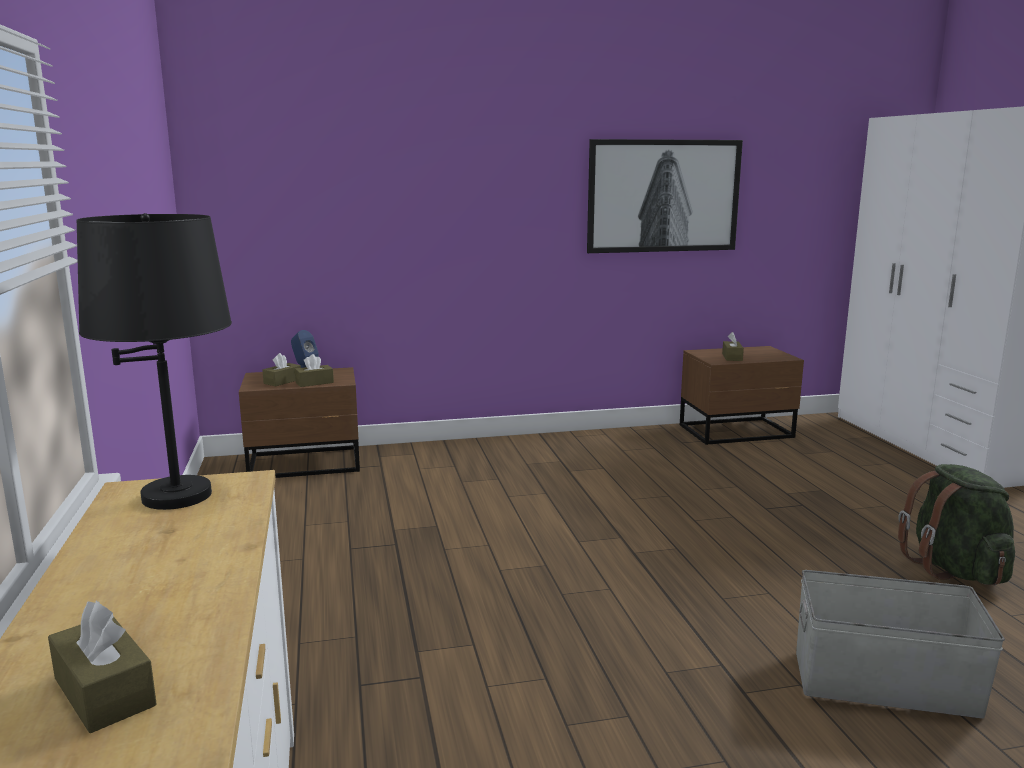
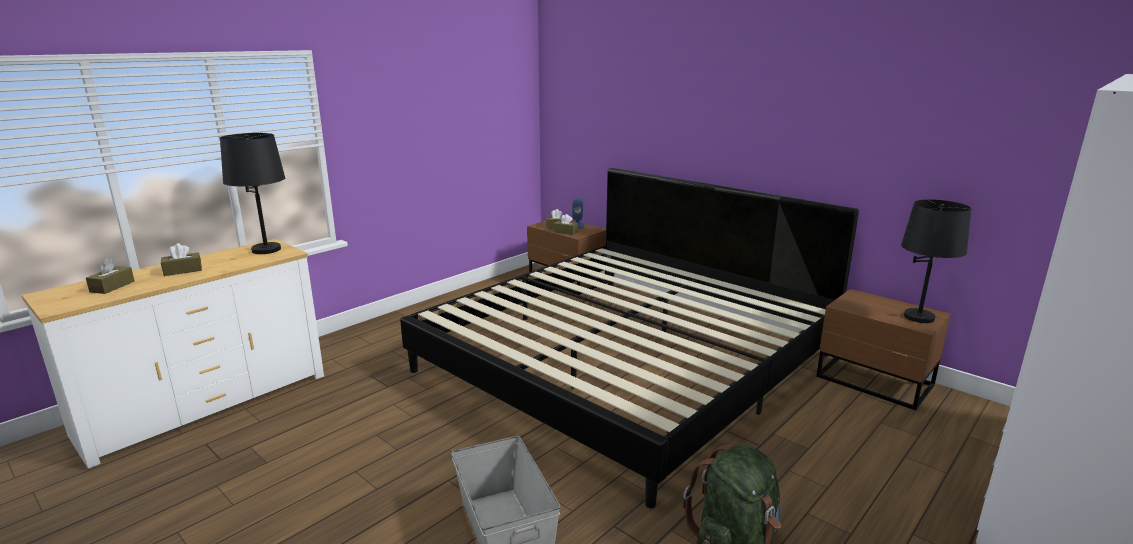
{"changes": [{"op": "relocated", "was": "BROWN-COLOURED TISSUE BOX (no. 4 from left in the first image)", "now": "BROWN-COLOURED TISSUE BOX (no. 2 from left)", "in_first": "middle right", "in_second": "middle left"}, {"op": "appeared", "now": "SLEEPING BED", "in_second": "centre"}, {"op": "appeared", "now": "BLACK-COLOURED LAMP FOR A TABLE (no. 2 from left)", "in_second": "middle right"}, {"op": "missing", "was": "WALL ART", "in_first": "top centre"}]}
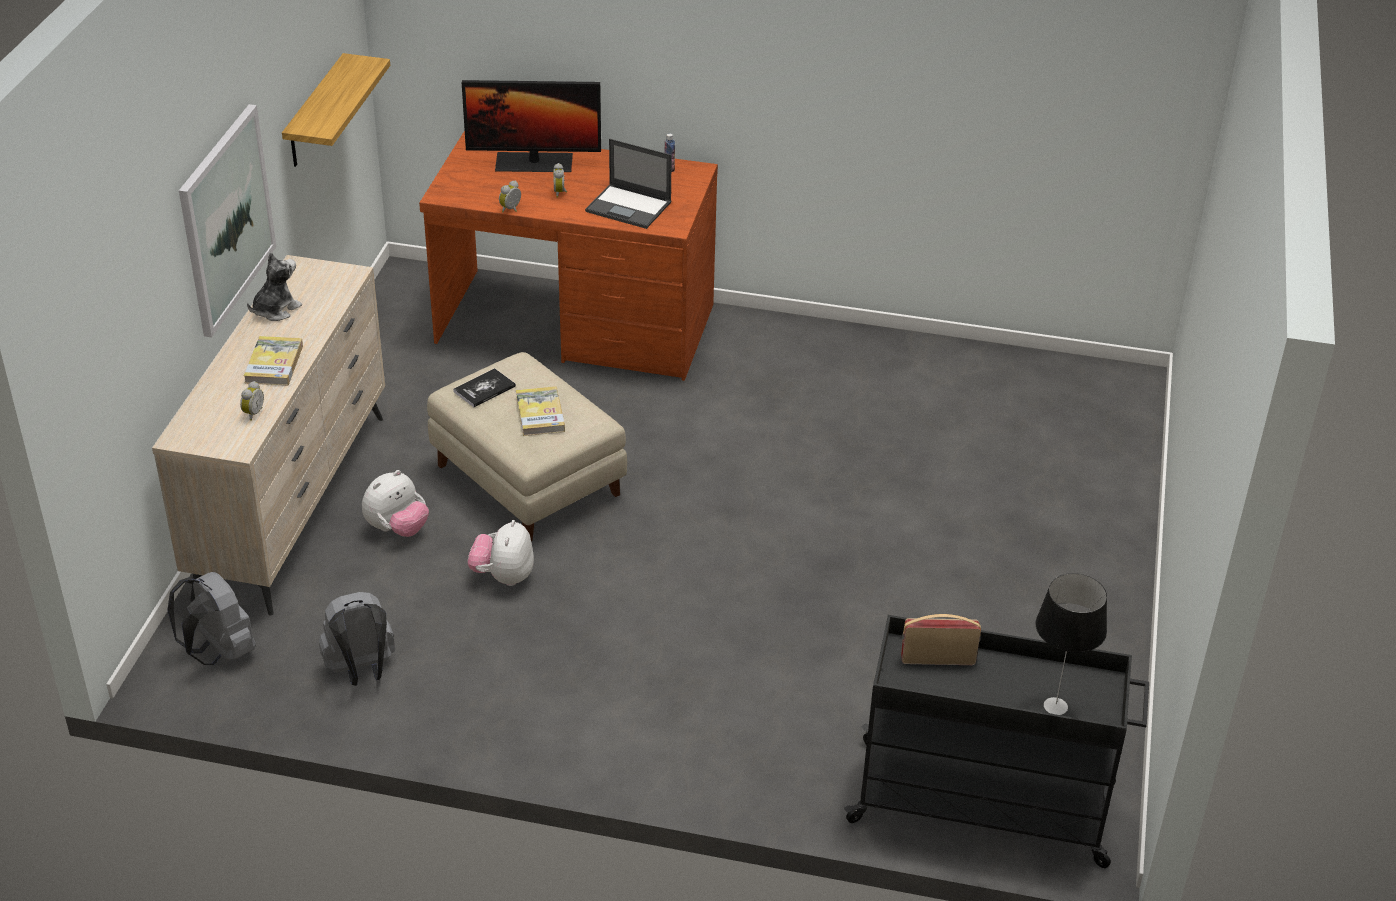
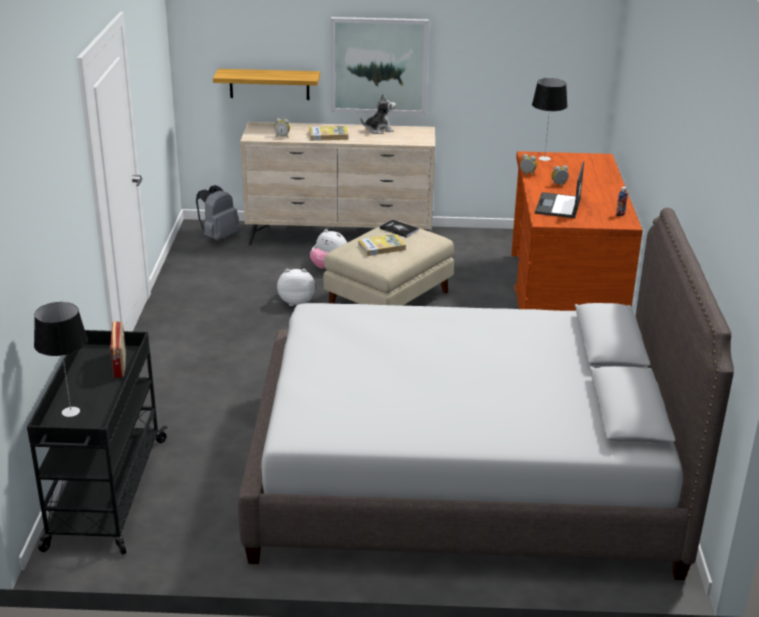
{"changes": [{"op": "relocated", "was": "SHELF", "in_first": "top left", "in_second": "top centre"}, {"op": "appeared", "now": "GREYISH SLEEPING BED", "in_second": "centre"}, {"op": "spun", "was": "PLUSH TOY (no. 1 from left in the first image)", "in_first": "top left", "in_second": "top centre", "clockwise": -45}, {"op": "appeared", "now": "LAMP FOR A TABLE (no. 2 from left)", "in_second": "top right"}, {"op": "missing", "was": "GREYISH RUCKSACK (no. 2 from left)", "in_first": "bottom left"}, {"op": "missing", "was": "COMPUTER DISPLAY", "in_first": "top centre"}]}
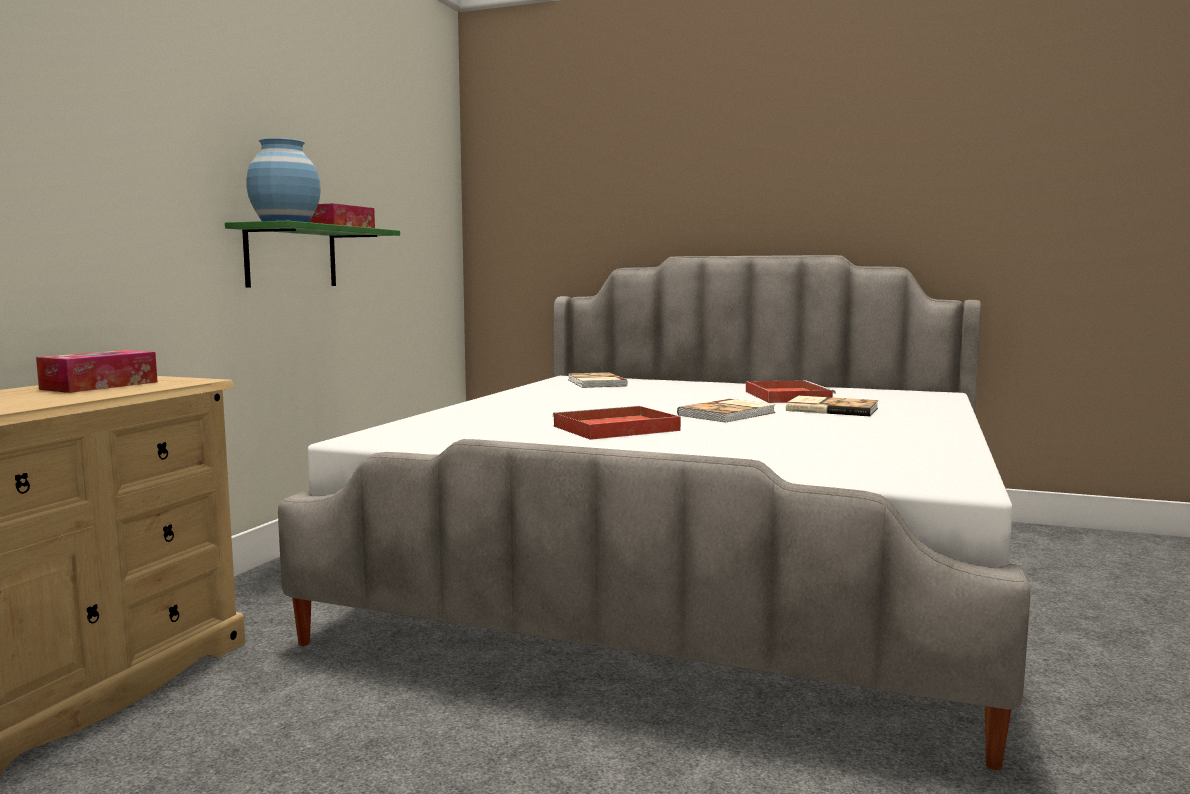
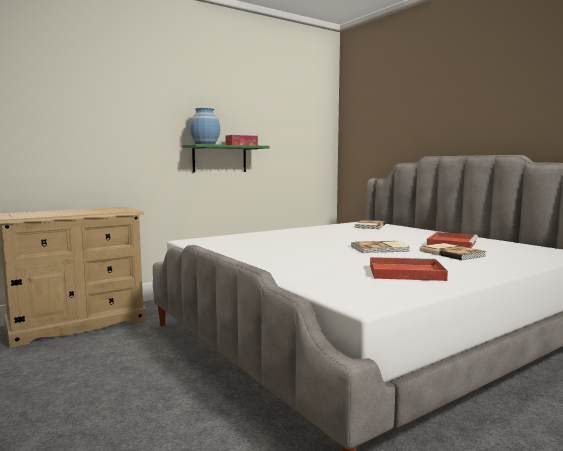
{"changes": [{"op": "relocated", "was": "REDDISH CARRYING TRAY (no. 1 from left)", "in_first": "centre", "in_second": "middle right"}, {"op": "missing", "was": "TISSUE BOX (no. 1 from left)", "in_first": "middle left"}]}
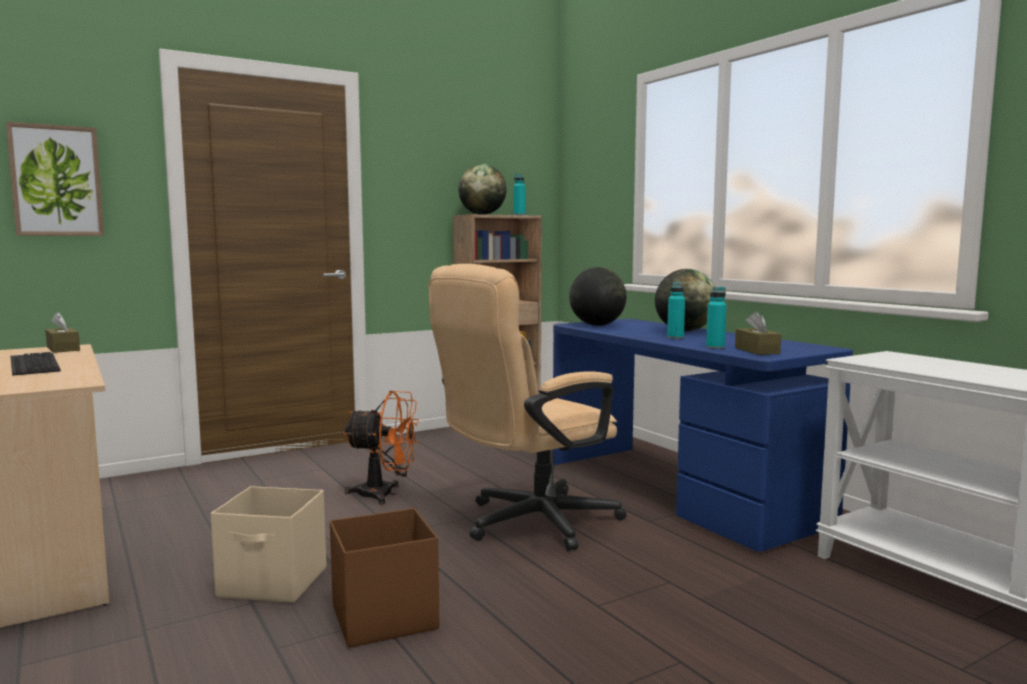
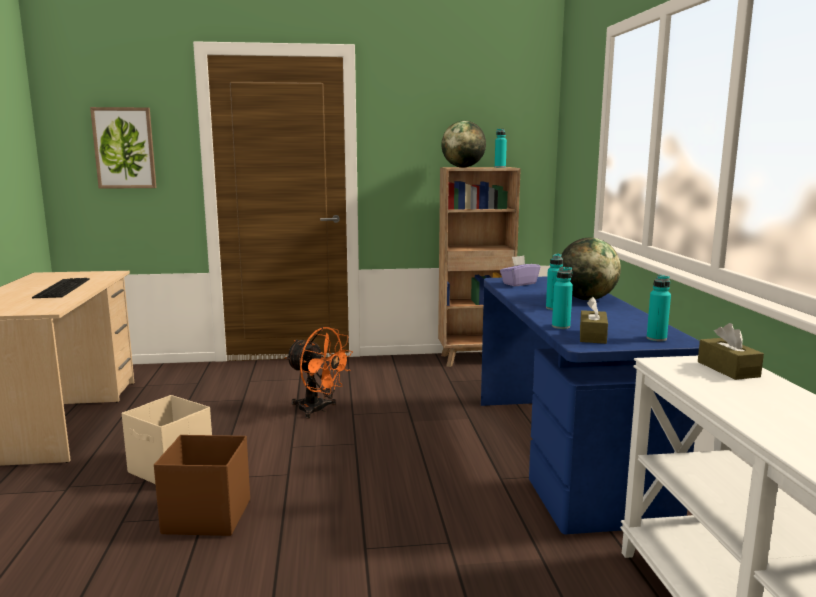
{"changes": [{"op": "exchanged", "was": "WORLD GLOBE (no. 2 from left)", "now": "PURPLE-COLOURED TISSUE BOX", "in_first": "centre", "in_second": "centre"}, {"op": "appeared", "now": "TURQUOISE-COLOURED BOTTLE (no. 4 from left)", "in_second": "middle right"}, {"op": "relocated", "was": "BROWN-COLOURED TISSUE BOX (no. 1 from left in the first image)", "now": "BROWN-COLOURED TISSUE BOX (no. 2 from left)", "in_first": "middle left", "in_second": "middle right"}, {"op": "missing", "was": "BEIGE DESK CHAIR", "in_first": "centre"}]}
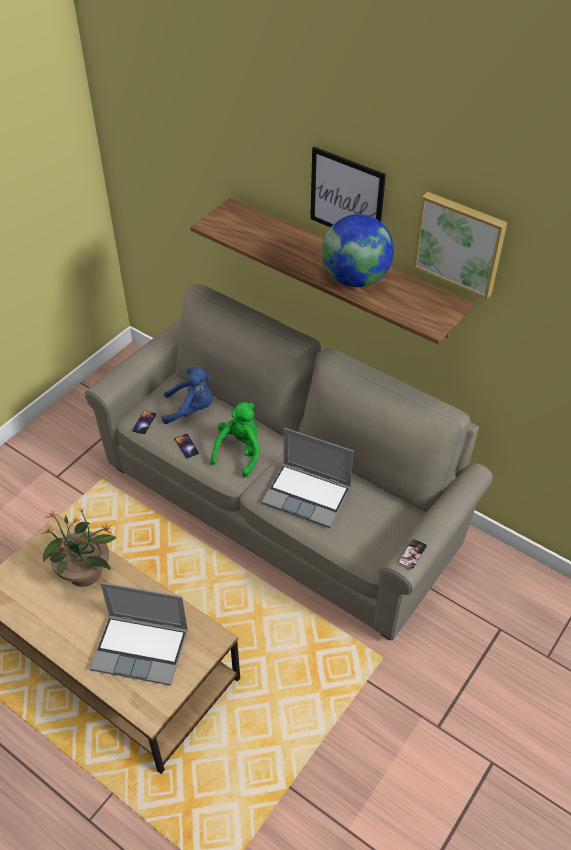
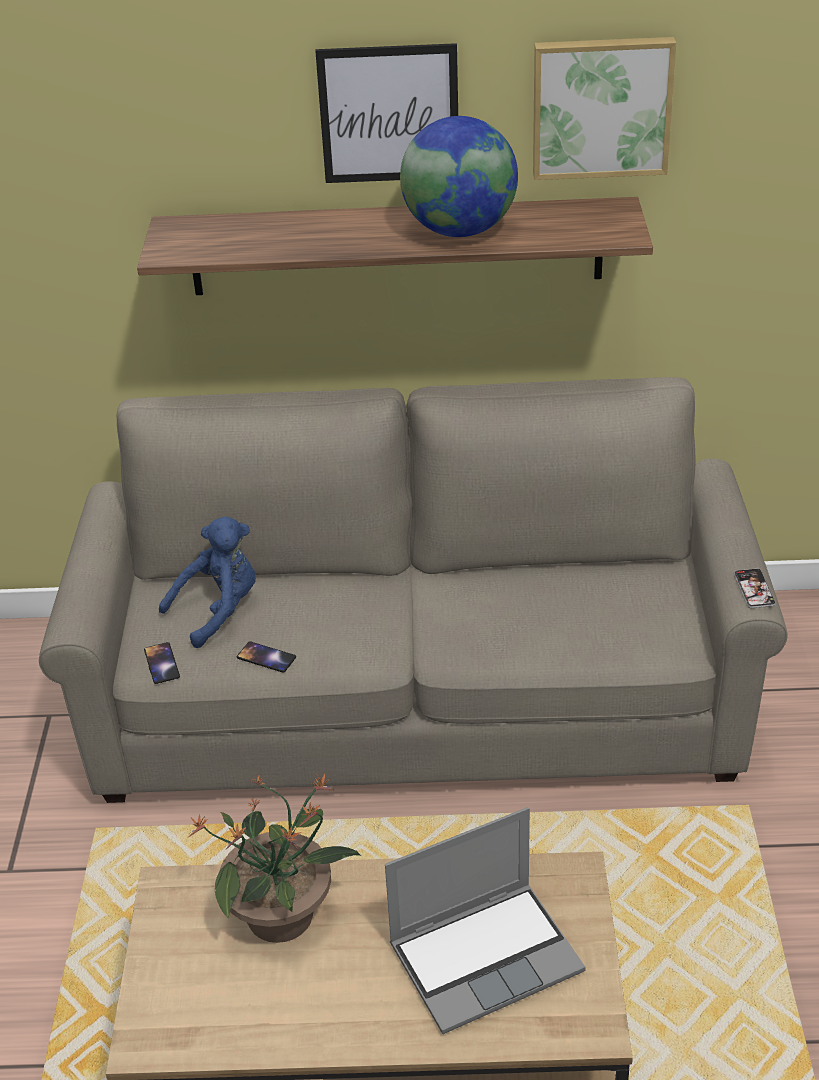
{"changes": [{"op": "missing", "was": "GREENISH PLUSH TOY", "in_first": "centre"}, {"op": "missing", "was": "NOTEBOOK COMPUTER (no. 2 from left)", "in_first": "centre"}]}
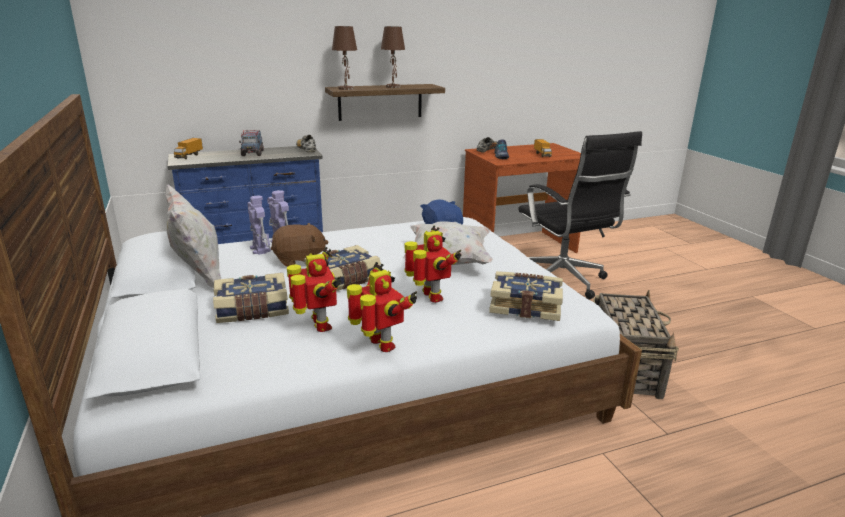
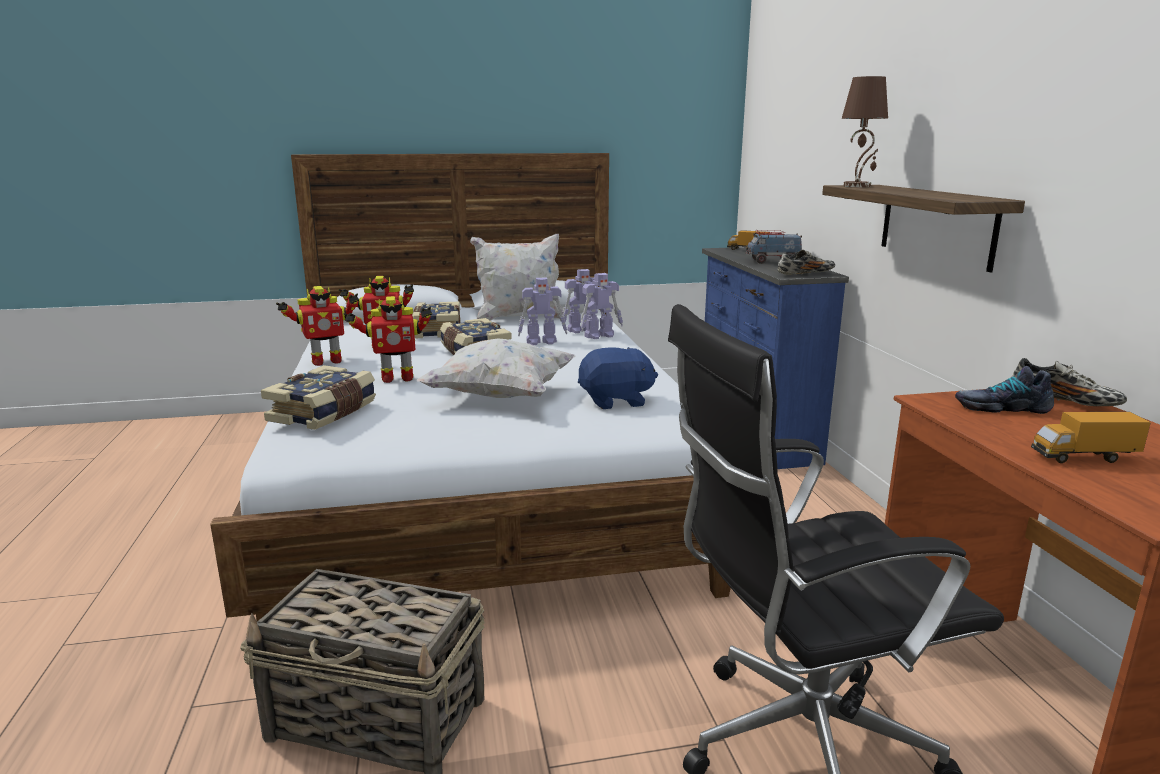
{"changes": [{"op": "exchanged", "was": "BROWN-COLOURED PLUSH TOY", "now": "ROBOT FIGURE (no. 4 from left)", "in_first": "centre", "in_second": "centre"}, {"op": "missing", "was": "BROWN-COLOURED LAMP FOR A TABLE (no. 2 from left)", "in_first": "top centre"}]}
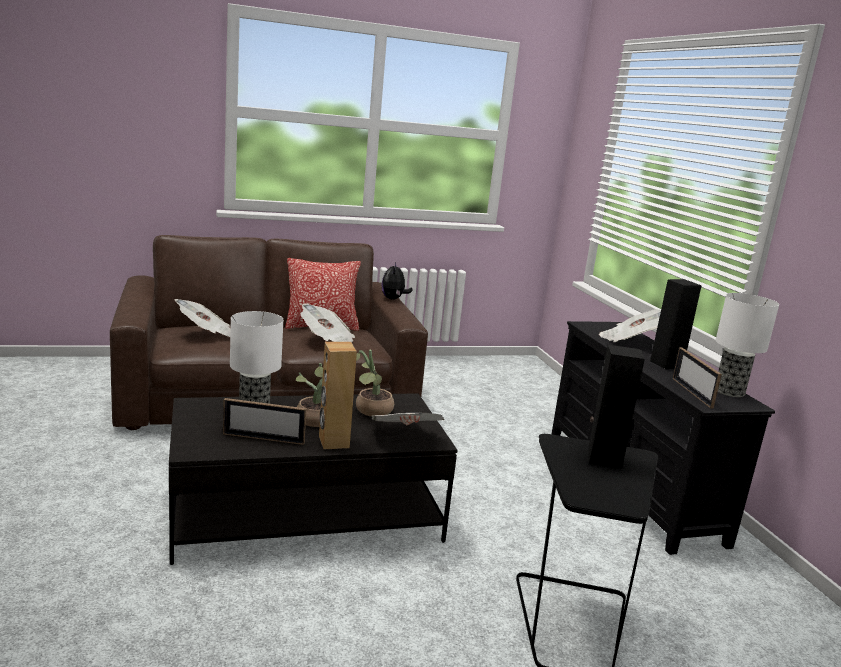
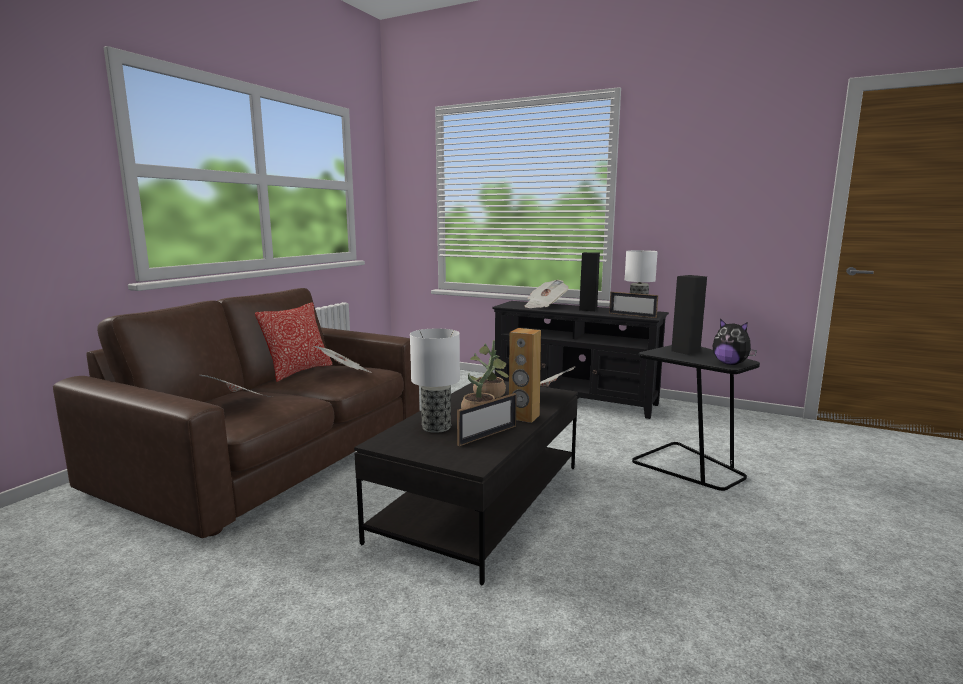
{"changes": [{"op": "relocated", "was": "PLUSH TOY", "in_first": "centre", "in_second": "middle right"}]}
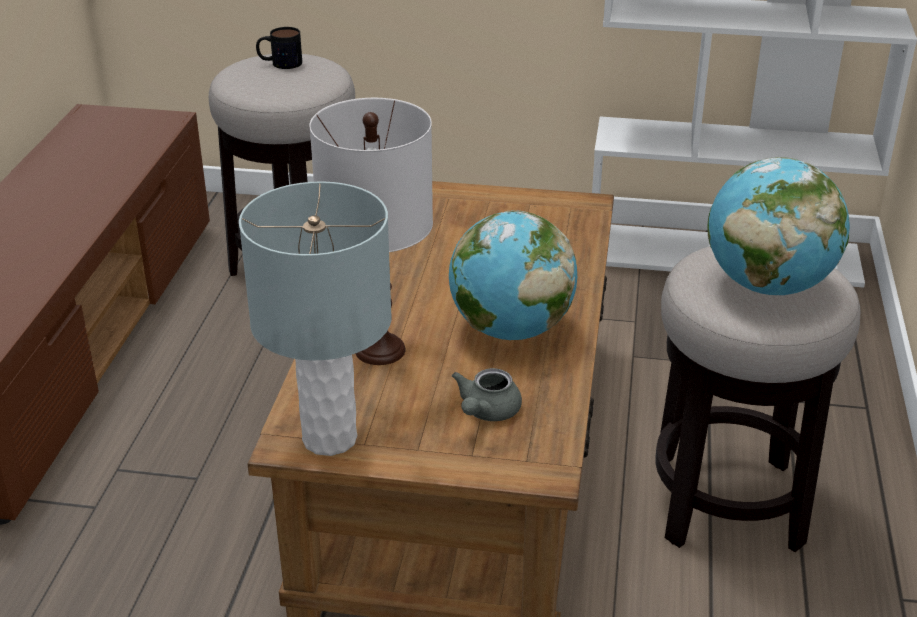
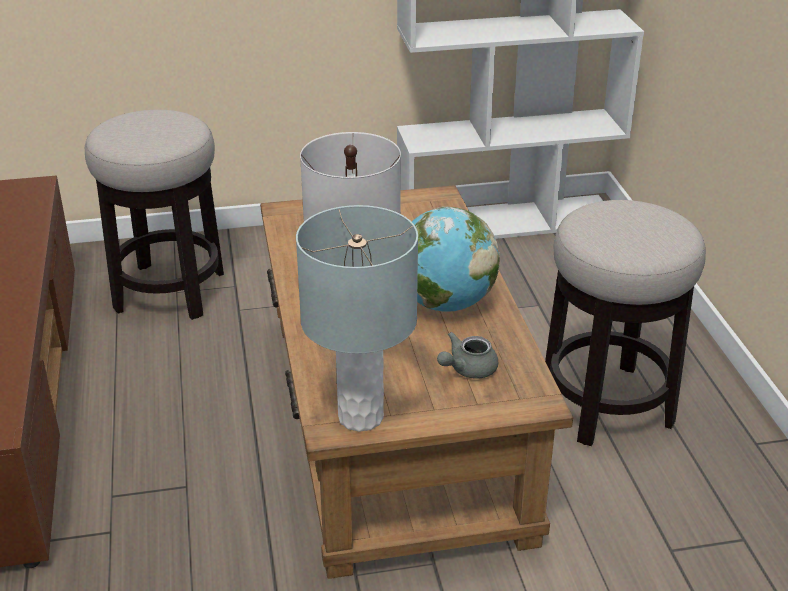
{"changes": [{"op": "spun", "was": "GREYISH TEAPOT", "in_first": "centre", "in_second": "centre", "clockwise": 45}, {"op": "missing", "was": "TEA MUG", "in_first": "top left"}, {"op": "missing", "was": "WORLD GLOBE (no. 2 from left)", "in_first": "middle right"}]}
